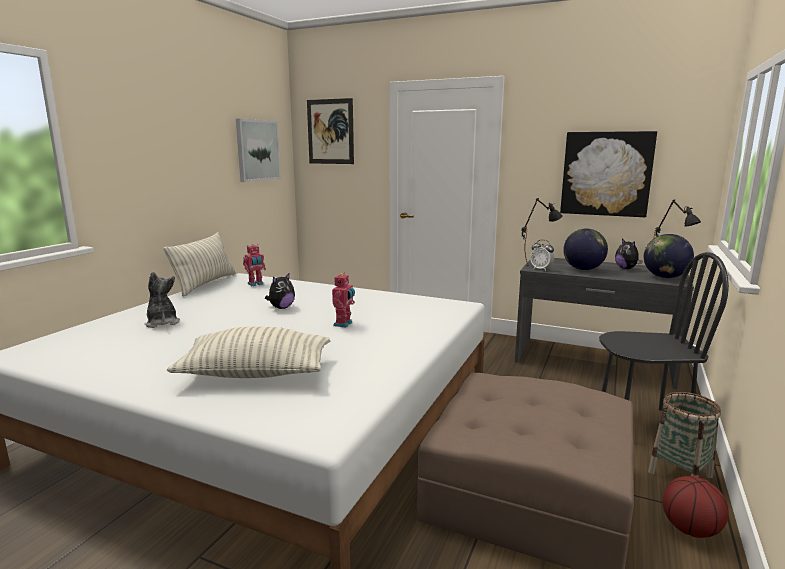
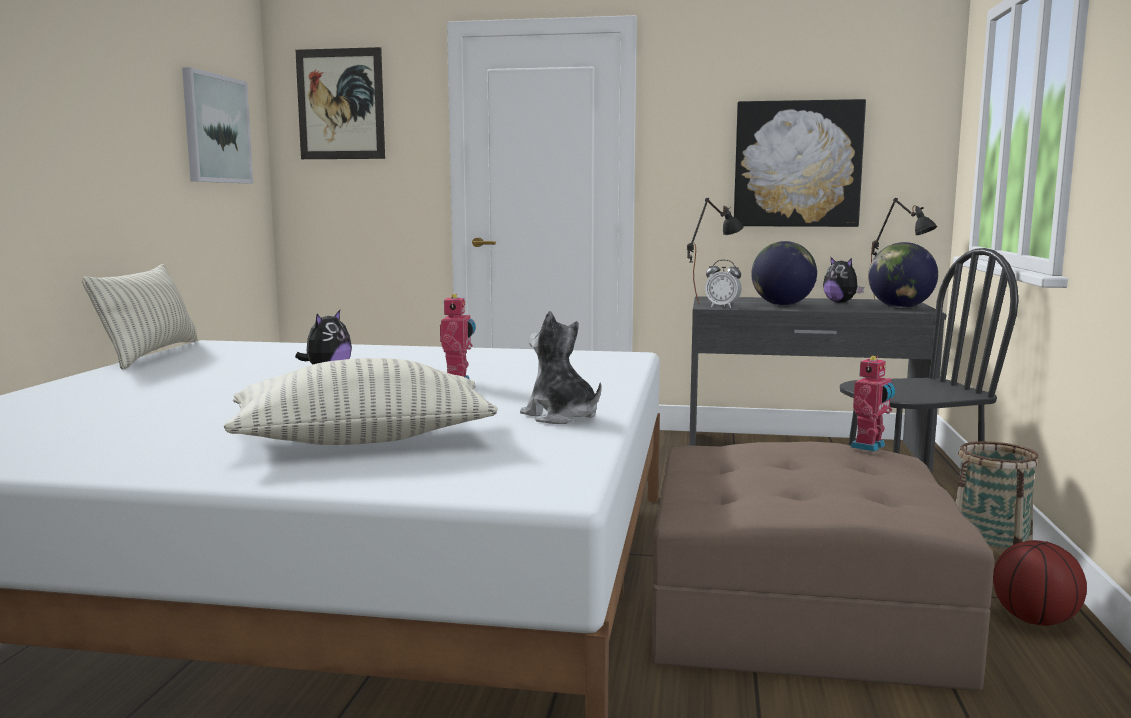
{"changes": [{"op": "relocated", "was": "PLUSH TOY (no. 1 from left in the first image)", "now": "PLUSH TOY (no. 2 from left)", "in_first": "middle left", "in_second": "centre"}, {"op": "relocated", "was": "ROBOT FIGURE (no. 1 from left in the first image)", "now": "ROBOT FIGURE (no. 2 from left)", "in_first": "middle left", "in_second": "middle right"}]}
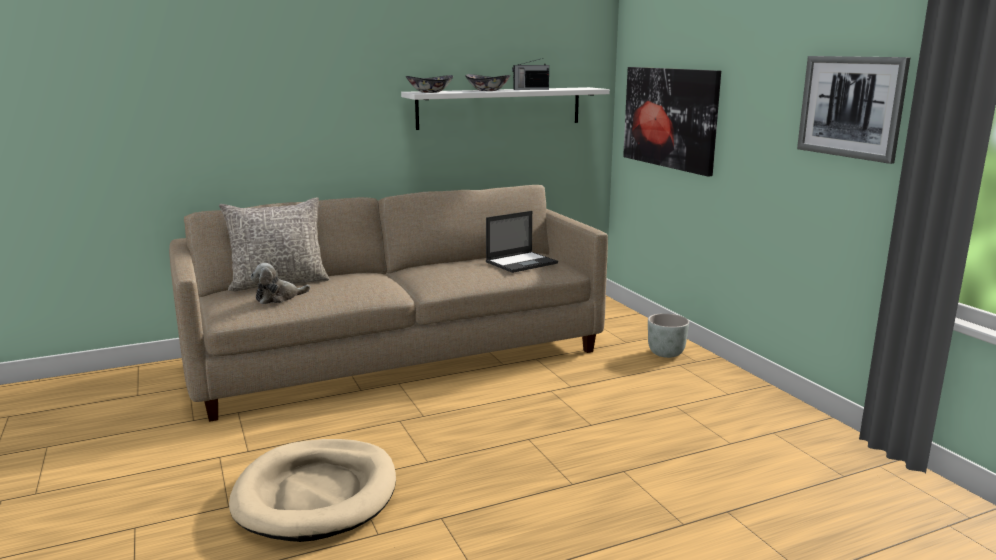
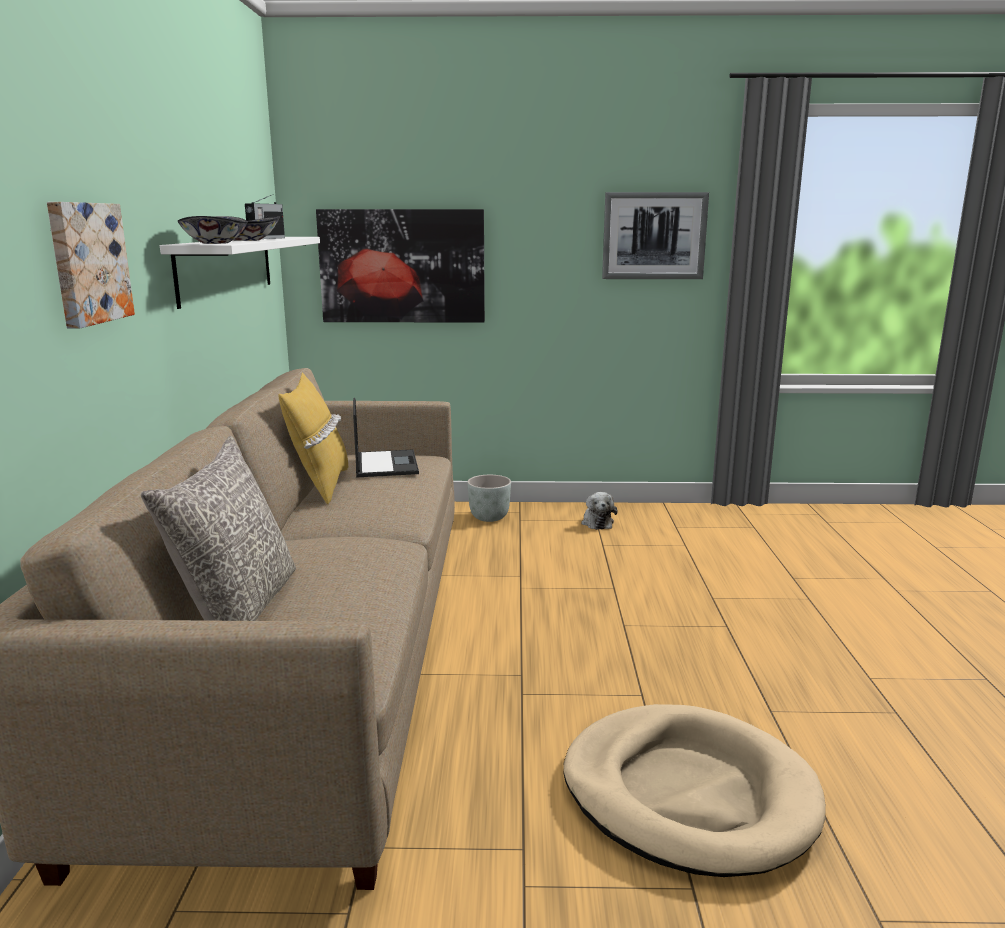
{"changes": [{"op": "appeared", "now": "WALL ART (no. 1 from left)", "in_second": "top left"}, {"op": "appeared", "now": "YELLOW-COLOURED PILLOW", "in_second": "middle left"}, {"op": "relocated", "was": "PLUSH TOY", "in_first": "middle left", "in_second": "centre"}]}
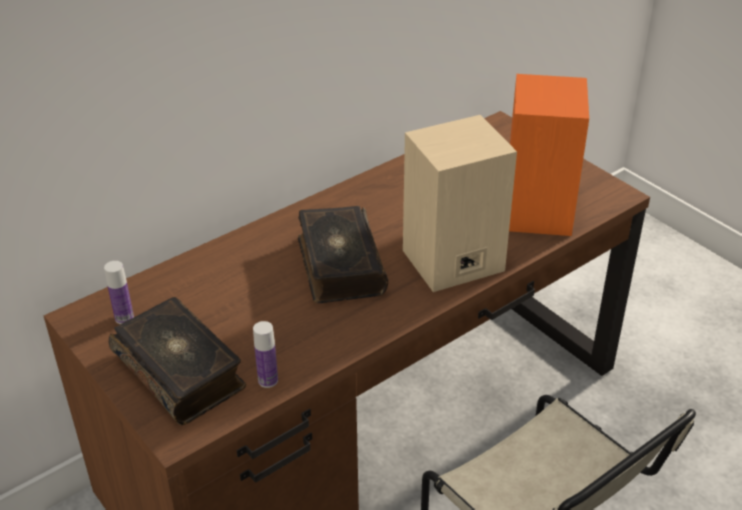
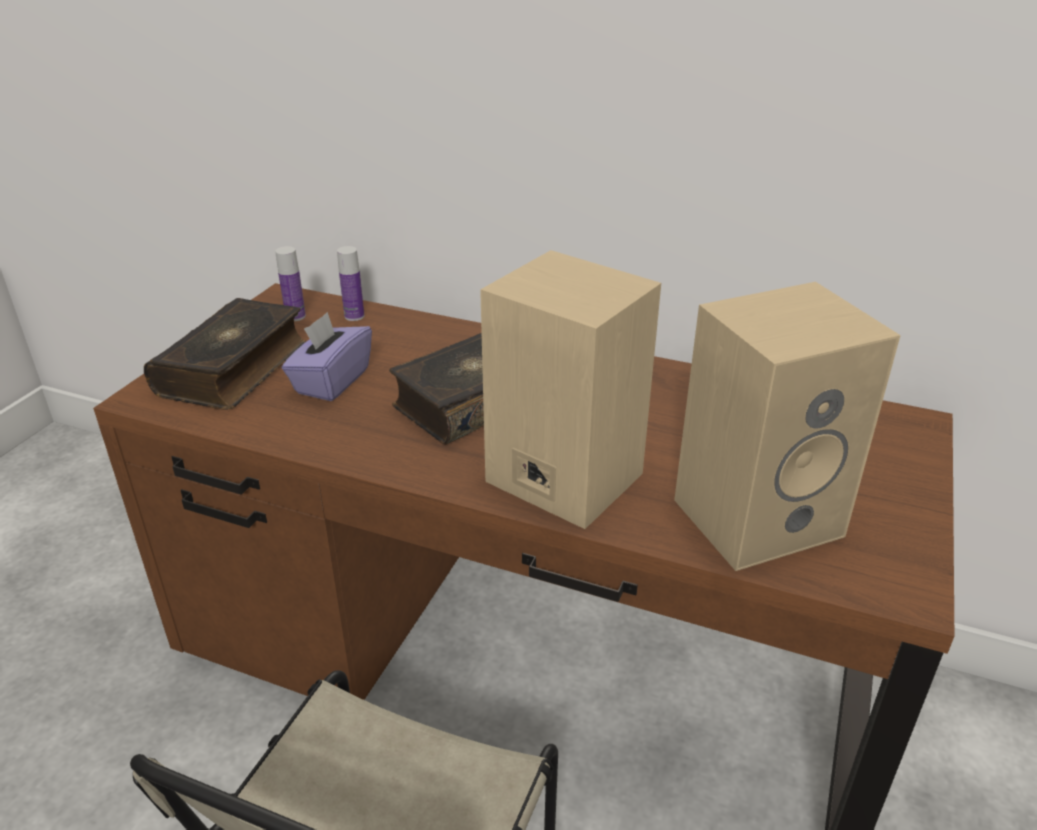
{"changes": [{"op": "appeared", "now": "PURPLE-COLOURED TISSUE BOX", "in_second": "middle left"}, {"op": "relocated", "was": "BOTTLE (no. 2 from left)", "in_first": "bottom centre", "in_second": "centre"}, {"op": "colour", "was": "ORANGE-COLOURED AUDIO SPEAKER", "now": "BEIGE AUDIO SPEAKER (no. 2 from left)", "in_first": "top right", "in_second": "middle right"}]}
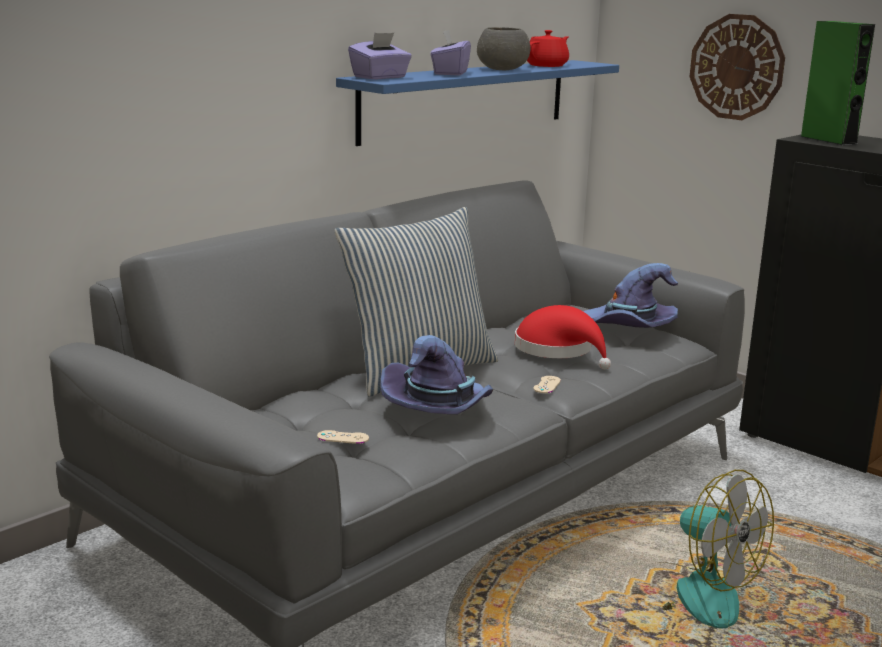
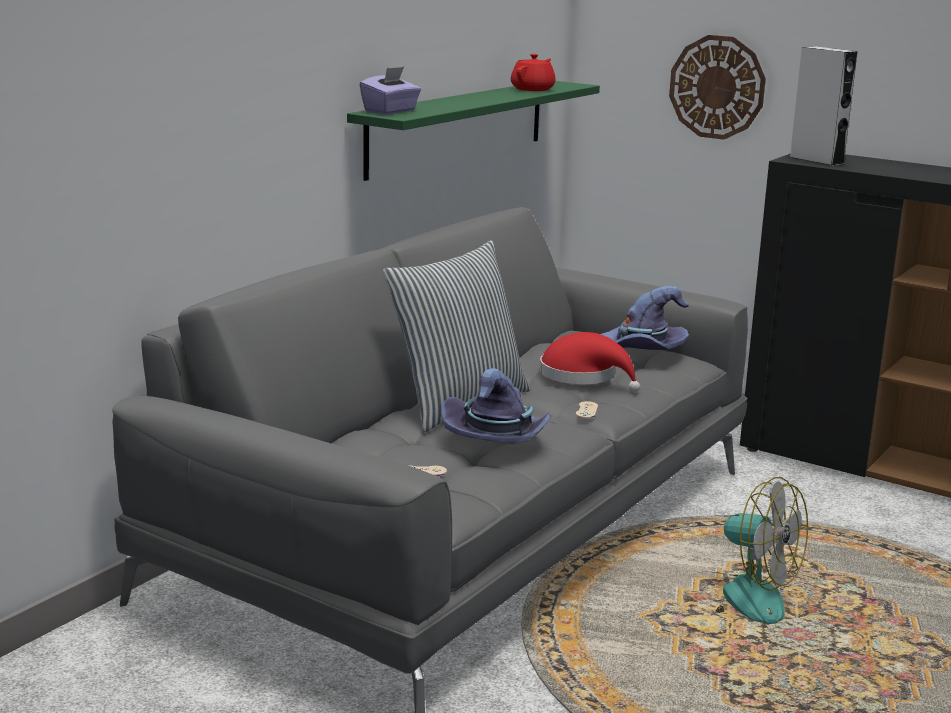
{"changes": [{"op": "colour", "was": "BLUE SHELF", "now": "GREENISH SHELF", "in_first": "top centre", "in_second": "top centre"}, {"op": "colour", "was": "GREENISH AUDIO SPEAKER", "now": "GREYISH AUDIO SPEAKER", "in_first": "top right", "in_second": "top right"}, {"op": "missing", "was": "PURPLE-COLOURED TISSUE BOX (no. 2 from left)", "in_first": "top centre"}, {"op": "missing", "was": "GREYISH BOWL", "in_first": "top centre"}]}
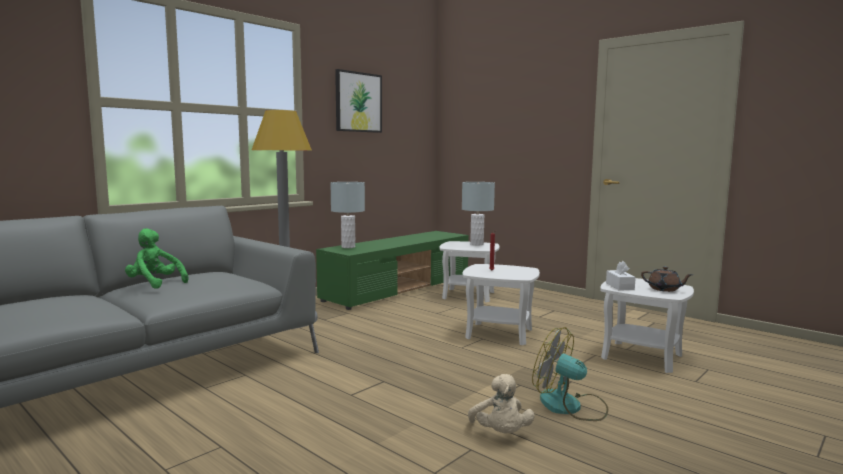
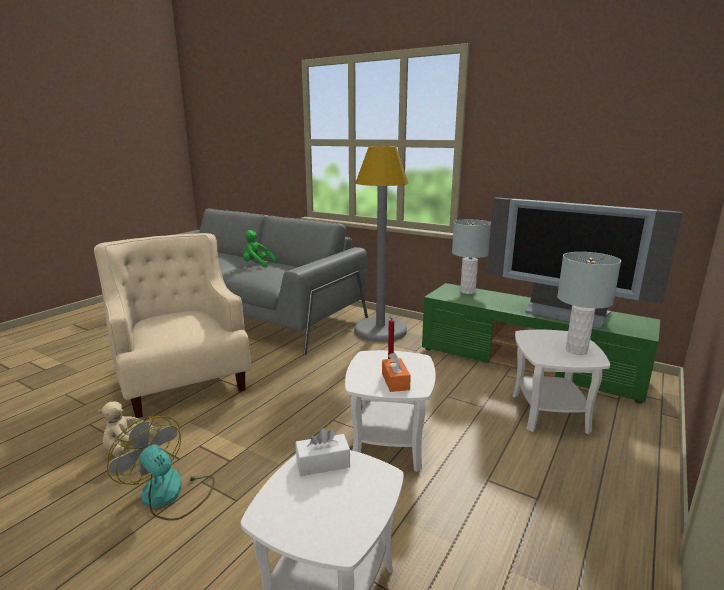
{"changes": [{"op": "appeared", "now": "BEIGE ARMCHAIR", "in_second": "middle left"}, {"op": "spun", "was": "COOLING FAN", "in_first": "bottom right", "in_second": "bottom left", "clockwise": -75}, {"op": "spun", "was": "GREENISH PLUSH TOY", "in_first": "middle left", "in_second": "centre", "clockwise": -90}, {"op": "appeared", "now": "ORANGE-COLOURED TISSUE BOX", "in_second": "centre"}, {"op": "appeared", "now": "TV", "in_second": "middle right"}, {"op": "missing", "was": "WALL ART", "in_first": "top centre"}, {"op": "missing", "was": "BROWN-COLOURED TEAPOT", "in_first": "middle right"}]}
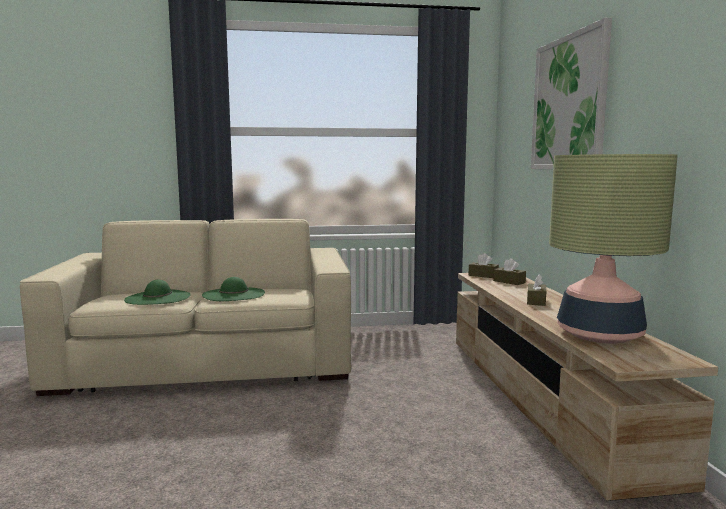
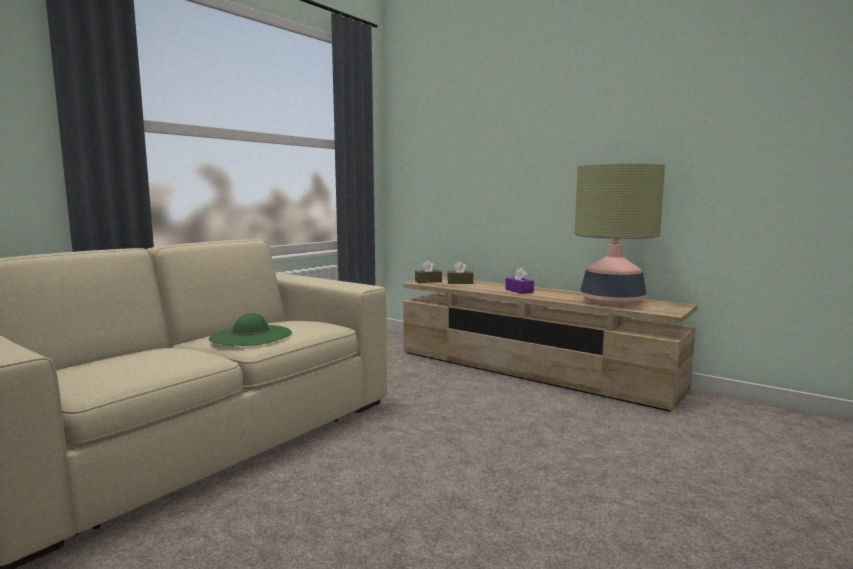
{"changes": [{"op": "colour", "was": "BROWN-COLOURED TISSUE BOX (no. 3 from left)", "now": "PURPLE-COLOURED TISSUE BOX", "in_first": "middle right", "in_second": "centre"}, {"op": "missing", "was": "GREENISH HAT (no. 1 from left)", "in_first": "middle left"}, {"op": "missing", "was": "WALL ART", "in_first": "top right"}]}
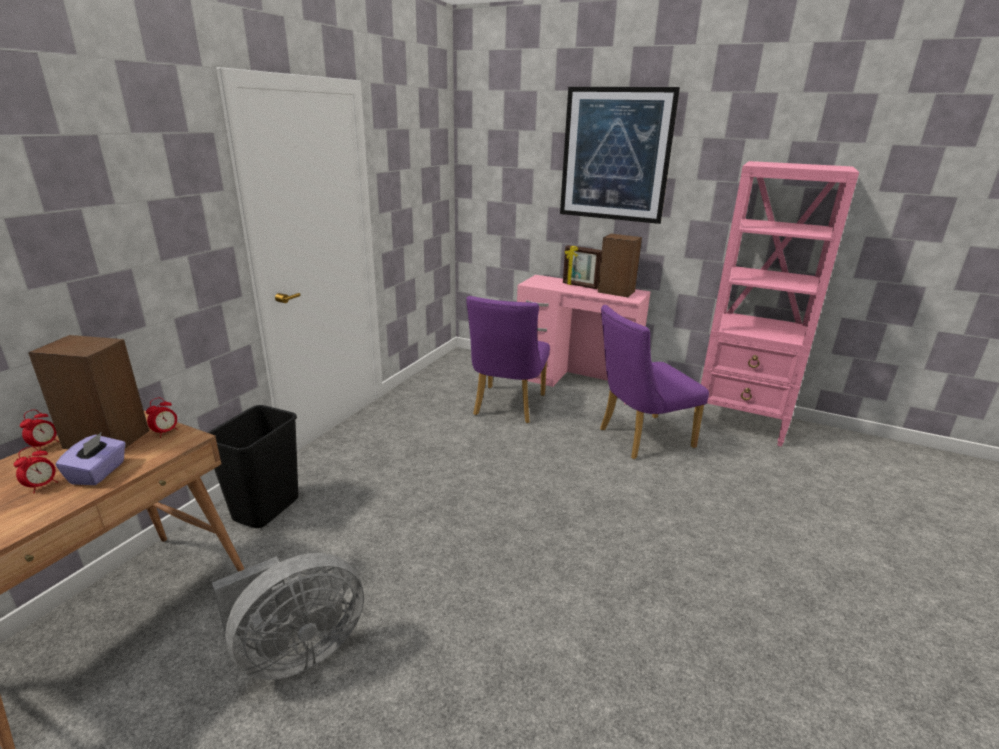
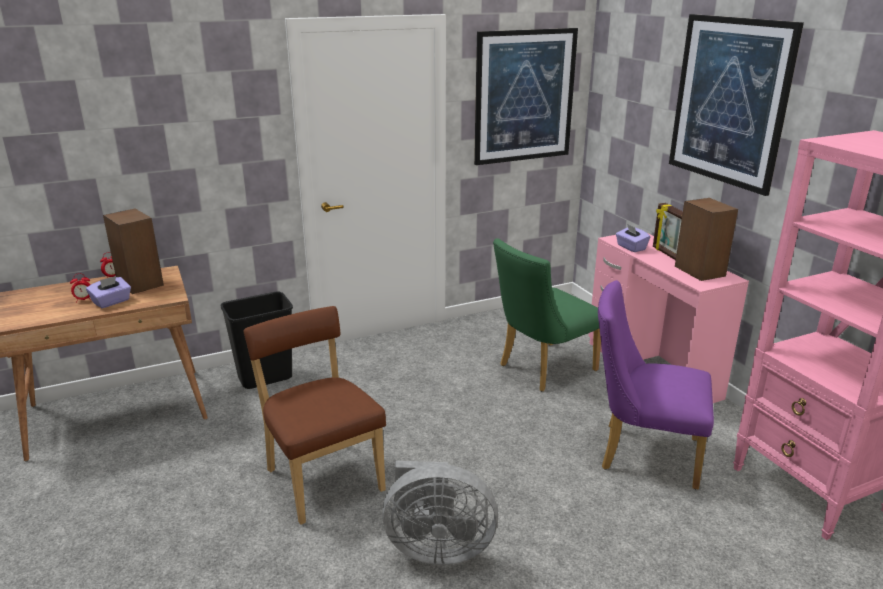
{"changes": [{"op": "appeared", "now": "BROWN-COLOURED PLAIN CHAIR", "in_second": "bottom centre"}, {"op": "relocated", "was": "GREYISH COOLING FAN", "in_first": "bottom left", "in_second": "bottom centre"}, {"op": "appeared", "now": "WALL ART (no. 1 from left)", "in_second": "top centre"}, {"op": "colour", "was": "PURPLE-COLOURED PLAIN CHAIR (no. 1 from left)", "now": "GREENISH PLAIN CHAIR", "in_first": "centre", "in_second": "centre"}, {"op": "appeared", "now": "PURPLE-COLOURED TISSUE BOX (no. 2 from left)", "in_second": "middle right"}, {"op": "missing", "was": "TABLE CLOCK (no. 3 from left)", "in_first": "middle left"}]}
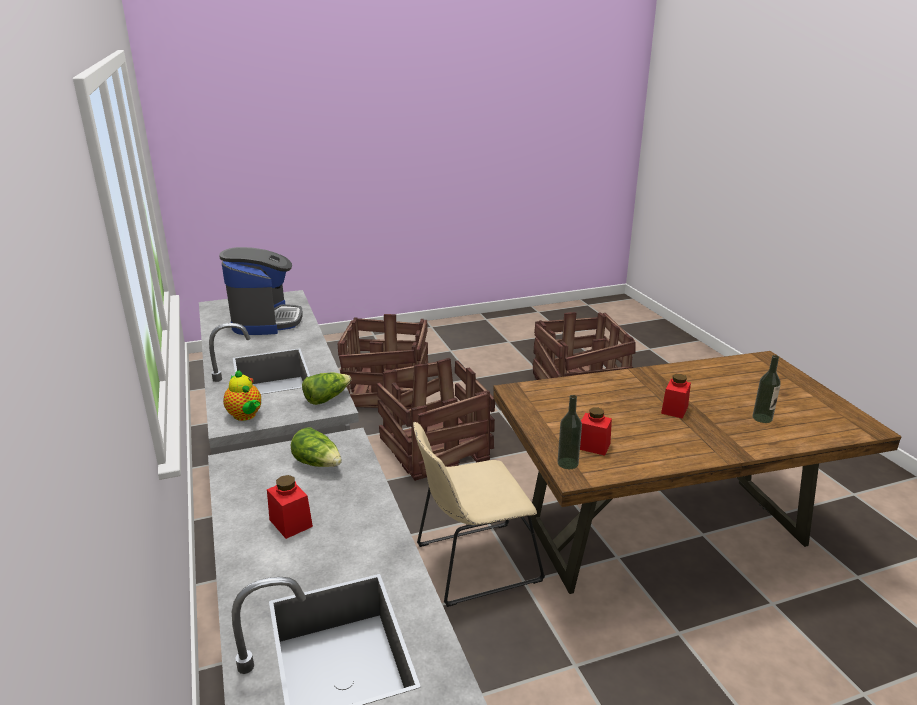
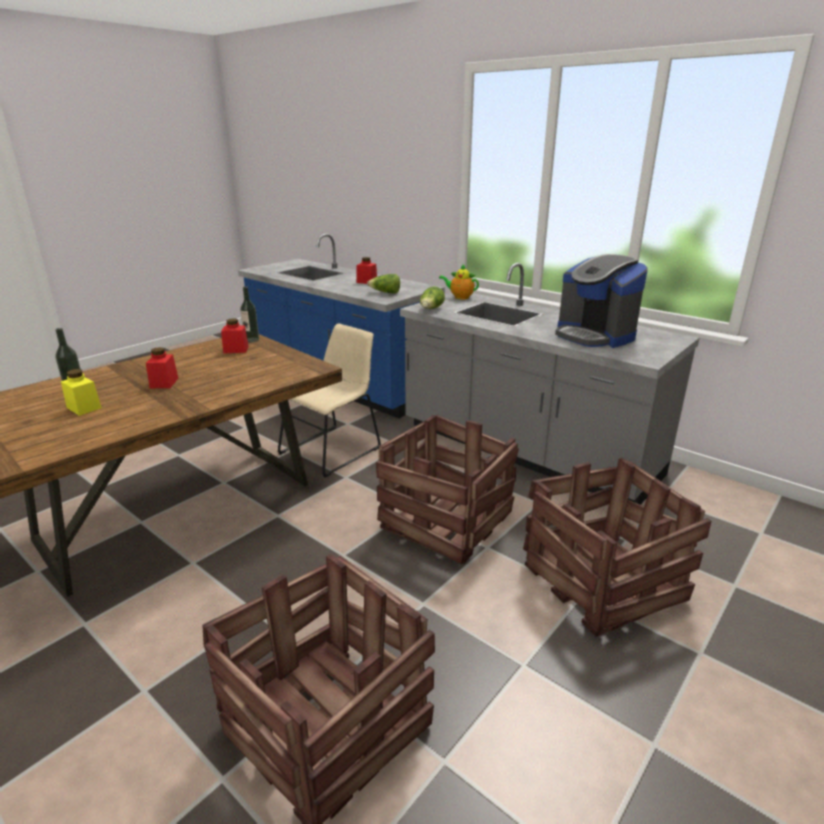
{"changes": [{"op": "appeared", "now": "YELLOW-COLOURED PRESERVE JAR", "in_second": "middle left"}]}
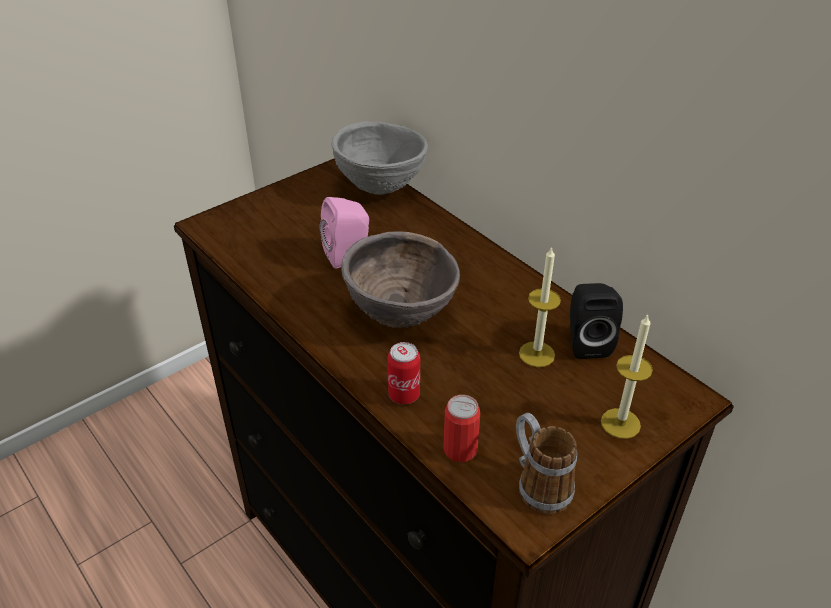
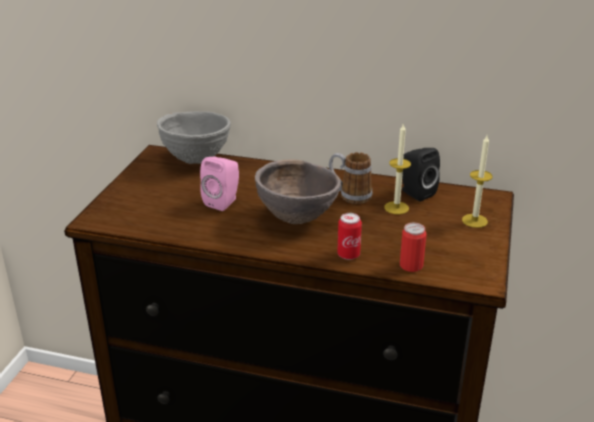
{"changes": [{"op": "relocated", "was": "TEA MUG", "in_first": "bottom centre", "in_second": "centre"}]}
